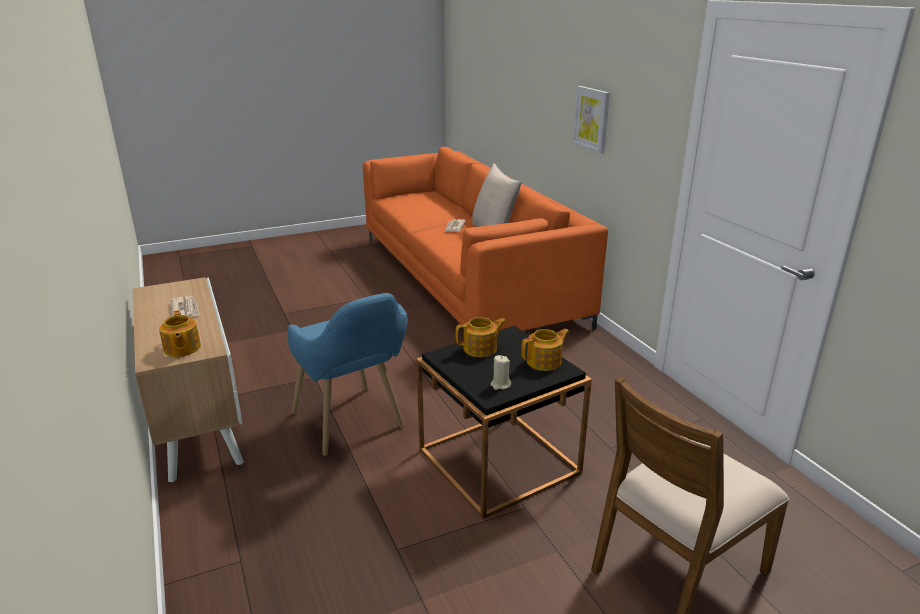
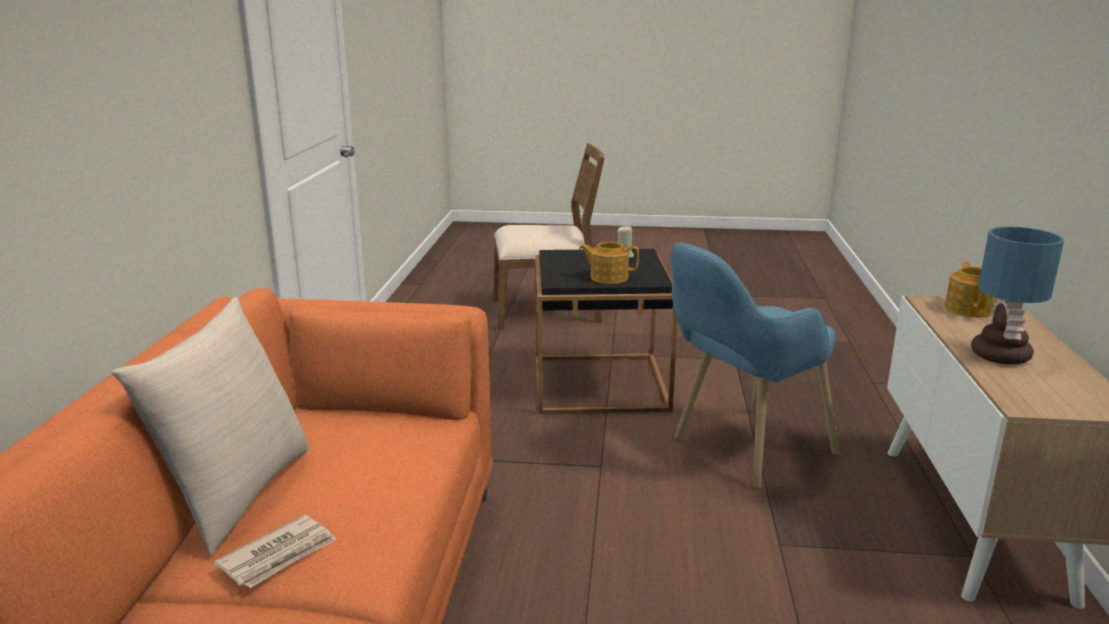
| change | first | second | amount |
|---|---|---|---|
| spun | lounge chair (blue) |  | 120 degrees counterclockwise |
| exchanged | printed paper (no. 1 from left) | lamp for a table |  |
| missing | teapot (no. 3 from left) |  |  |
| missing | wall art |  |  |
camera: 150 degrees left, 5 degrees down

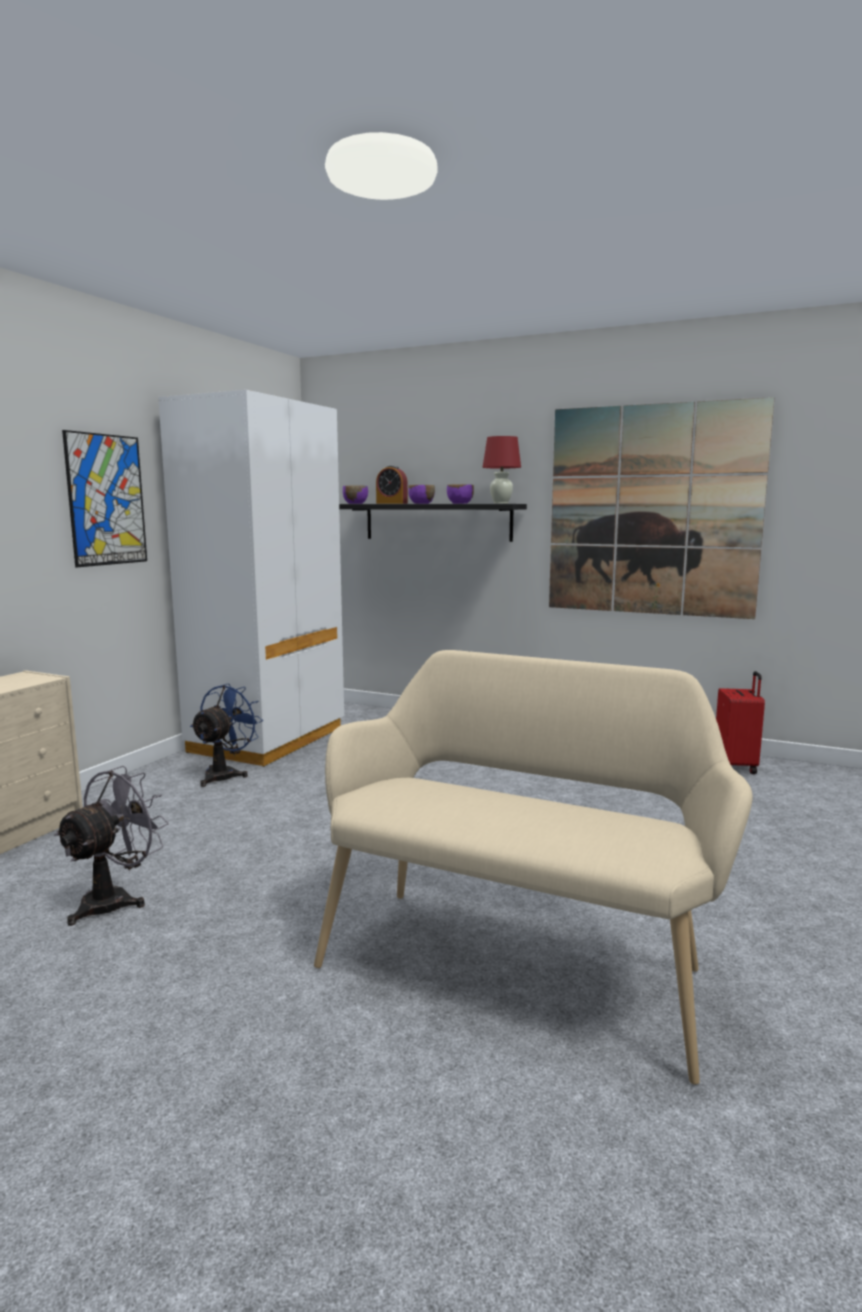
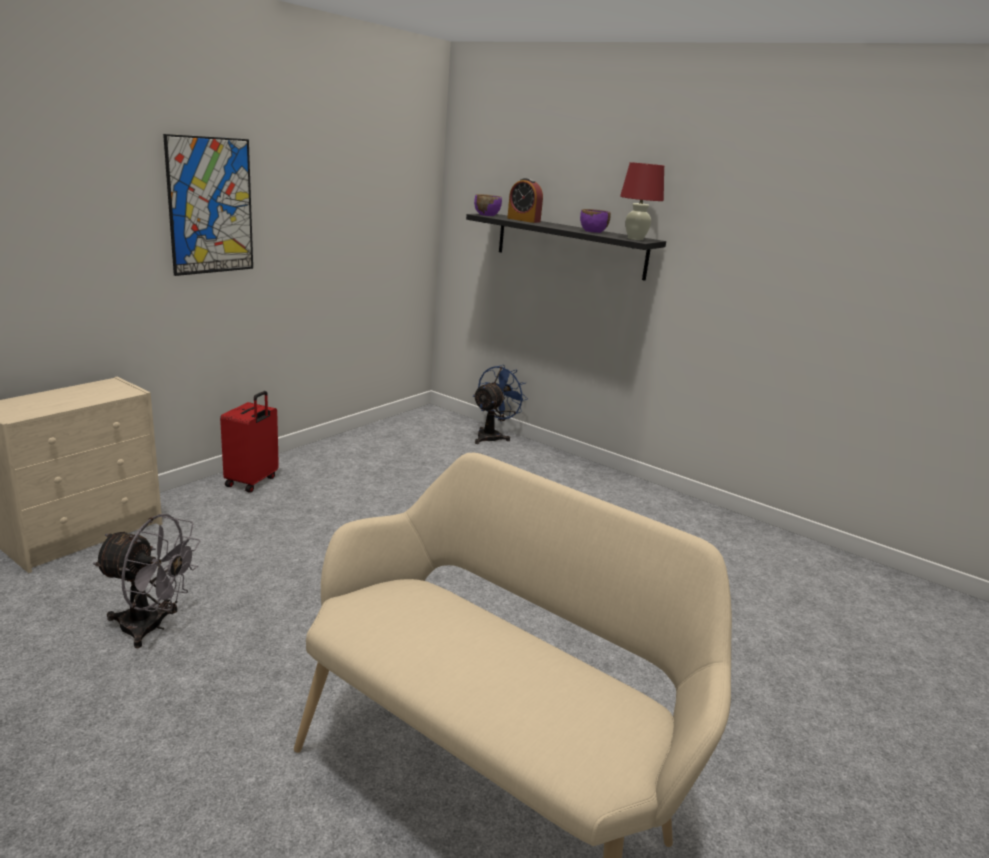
| change | first | second | amount |
|---|---|---|---|
| spun | electric fan (grey) |  | 60 degrees clockwise |
| relocated | suitcase (red-coloured) |  |  |
| relocated | electric fan (blue) |  |  |
| missing | clothes cupboard (whitish) |  |  |
| missing | serving bowl (purple) (no. 2 from left) |  |  |
| missing | wall art (no. 2 from left) |  |  |
camera: 10 degrees right, 10 degrees up

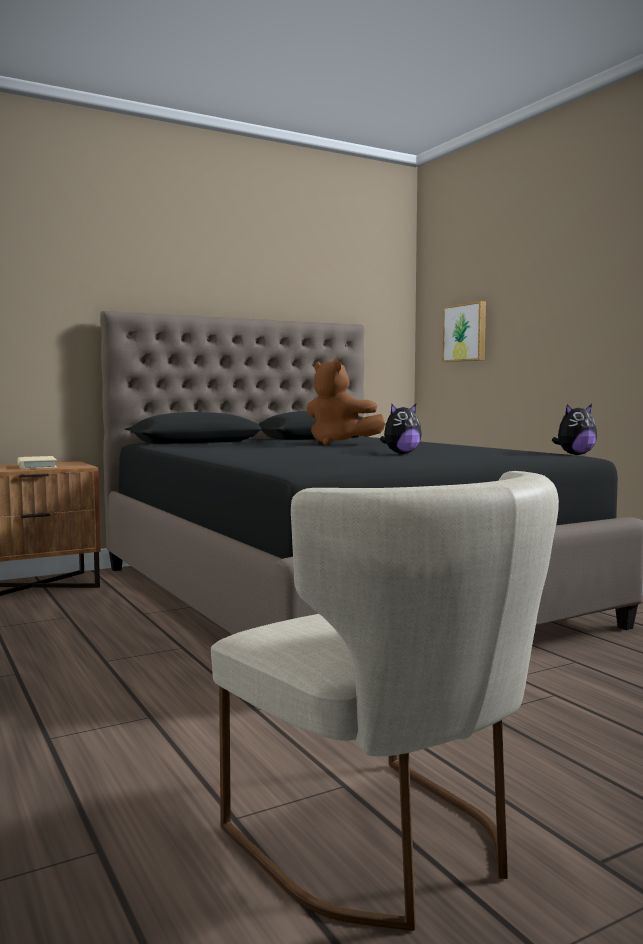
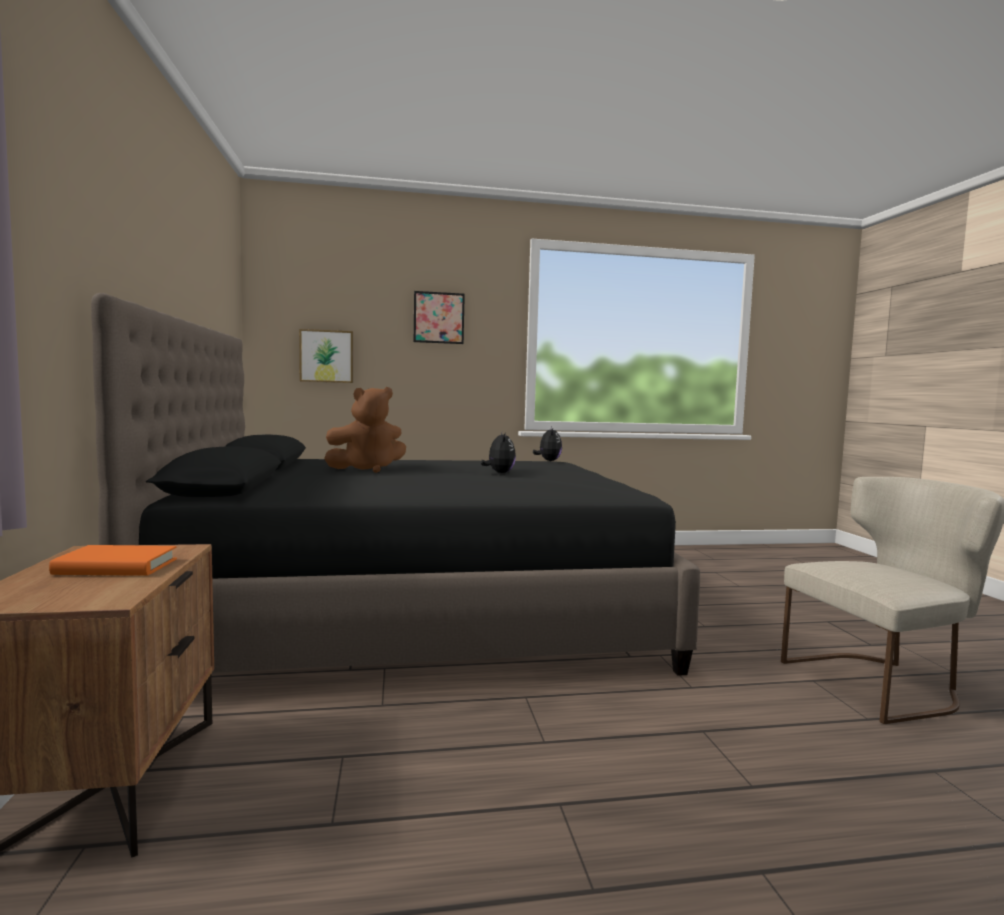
| change | first | second | amount |
|---|---|---|---|
| colour | volume (beige-coloured) | volume (orange) |  |
| appeared |  | wall art (no. 2 from left) |  |
camera: 70 degrees left, 0 degrees up

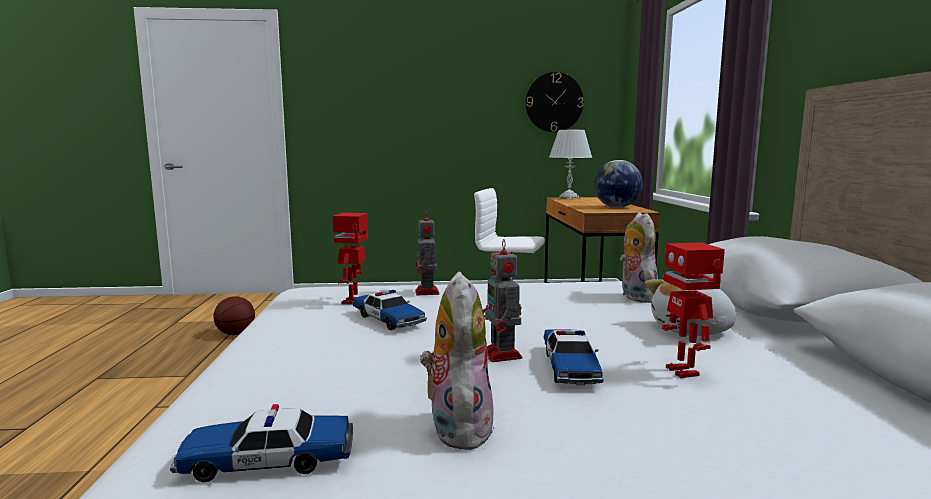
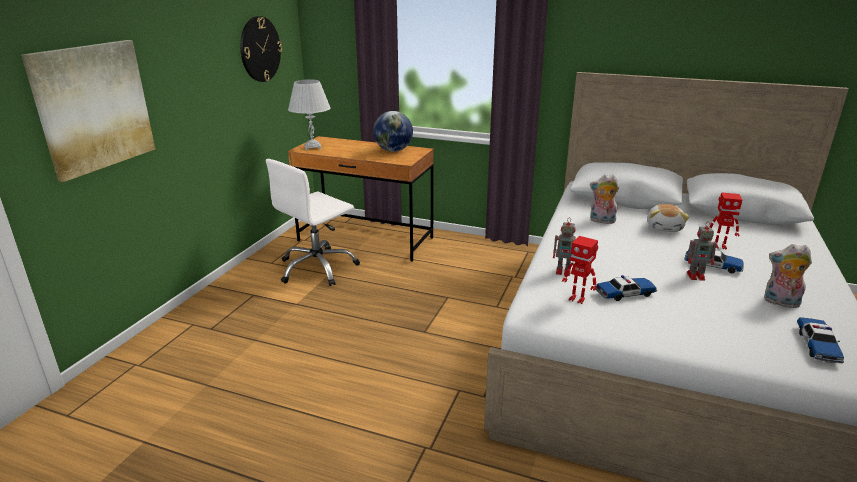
| change | first | second | amount |
|---|---|---|---|
| appeared |  | wall art |  |
| missing | ball for basketball |  |  |
camera: 65 degrees left, 15 degrees up

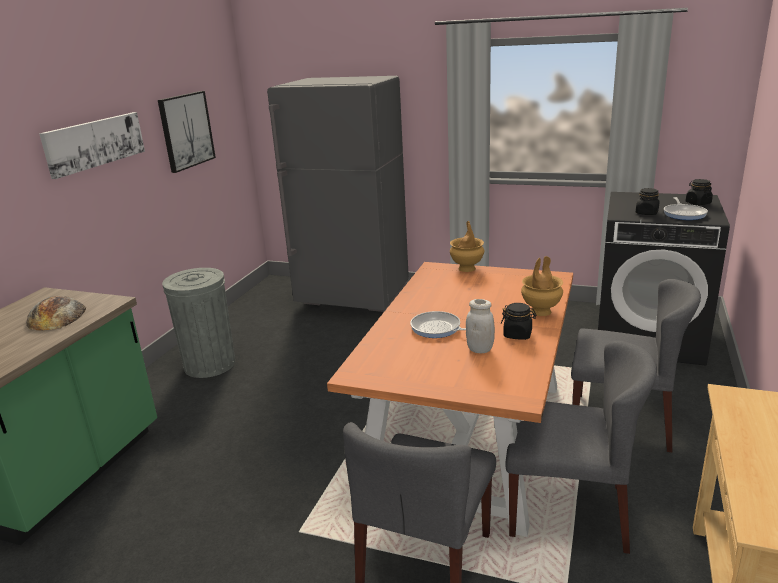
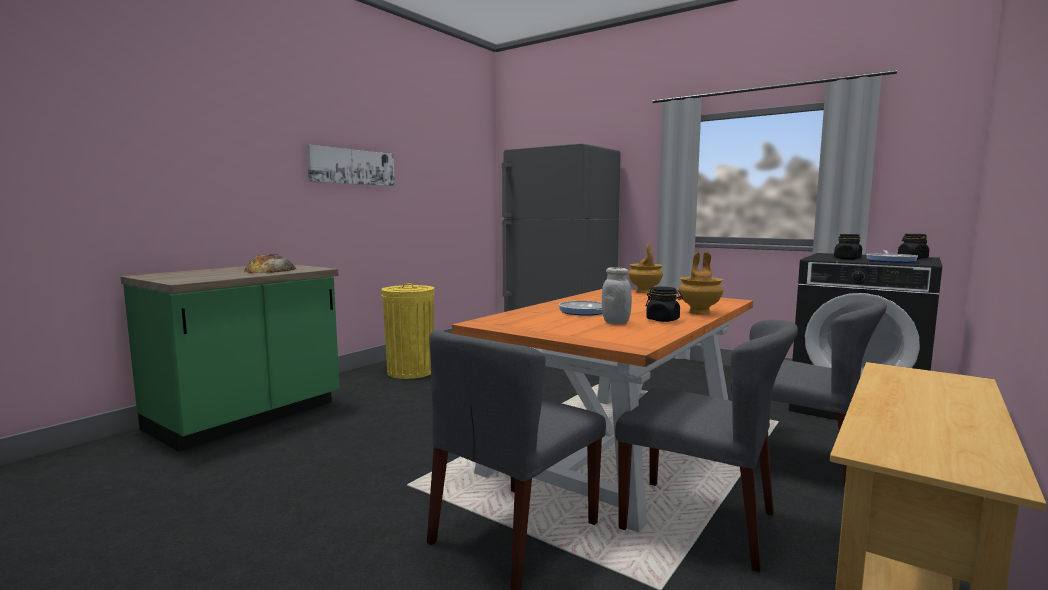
| change | first | second | amount |
|---|---|---|---|
| colour | rubbish bin (grey) | rubbish bin (yellowish) |  |
| missing | wall art (no. 2 from left) |  |  |
camera: 15 degrees right, 15 degrees down

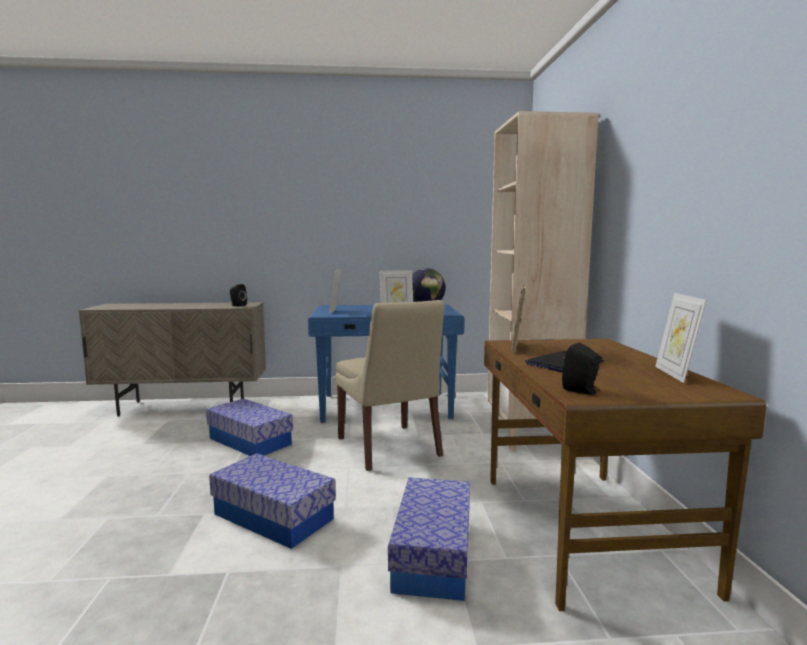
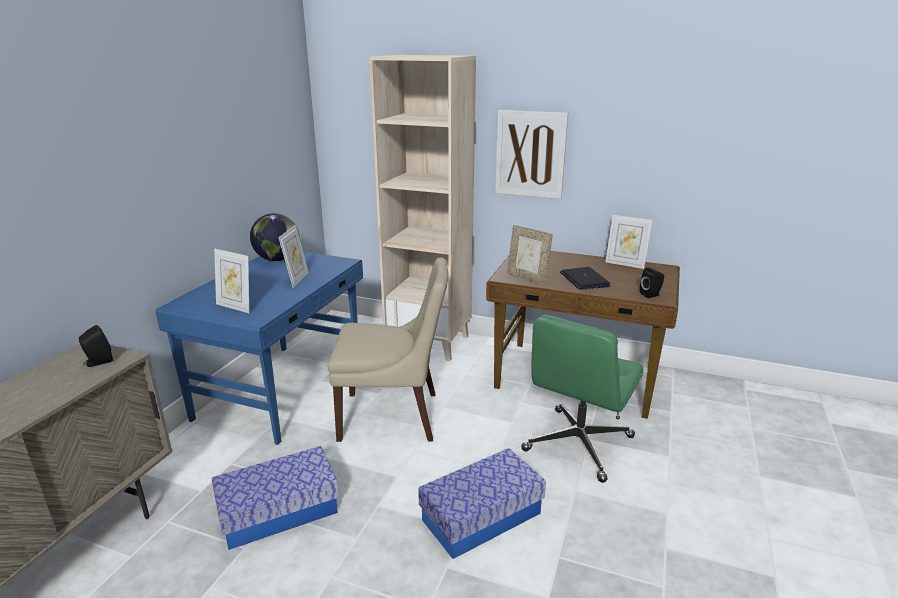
| change | first | second | amount |
|---|---|---|---|
| appeared |  | wall art |  |
| exchanged | storage bin (no. 3 from left) | computer chair (green-coloured) |  |
camera: 65 degrees left, 15 degrees up

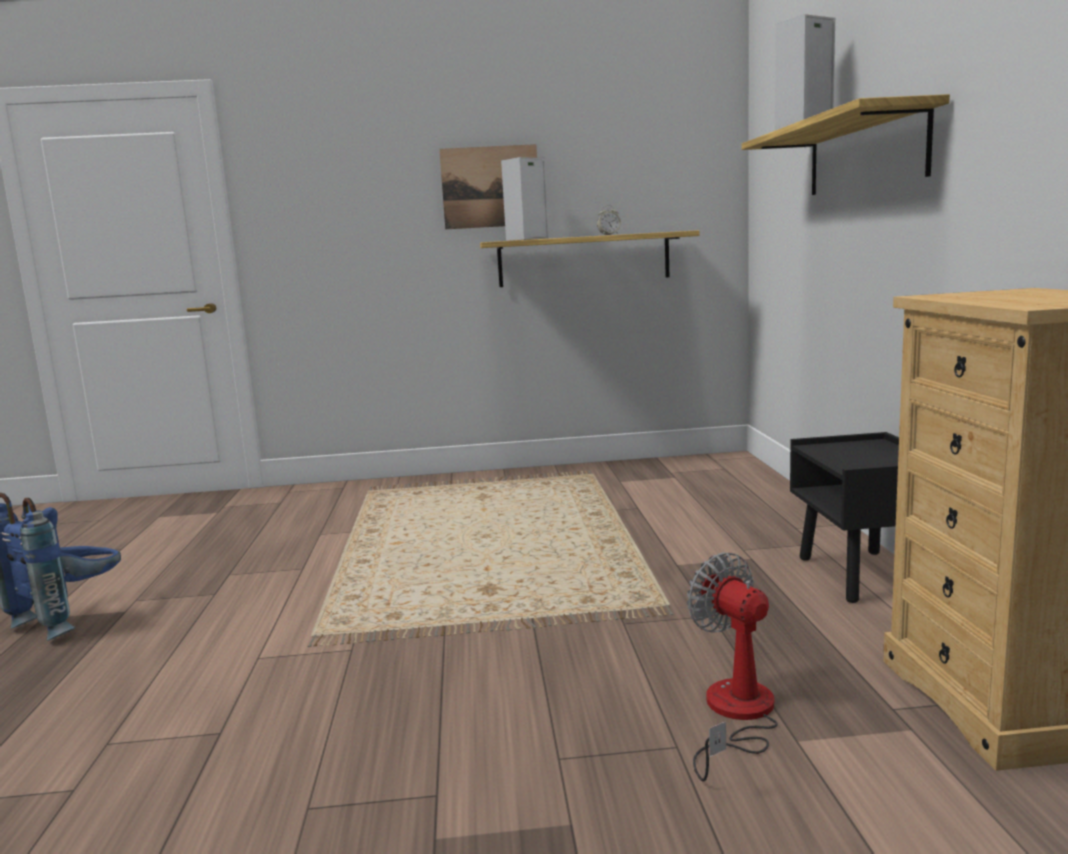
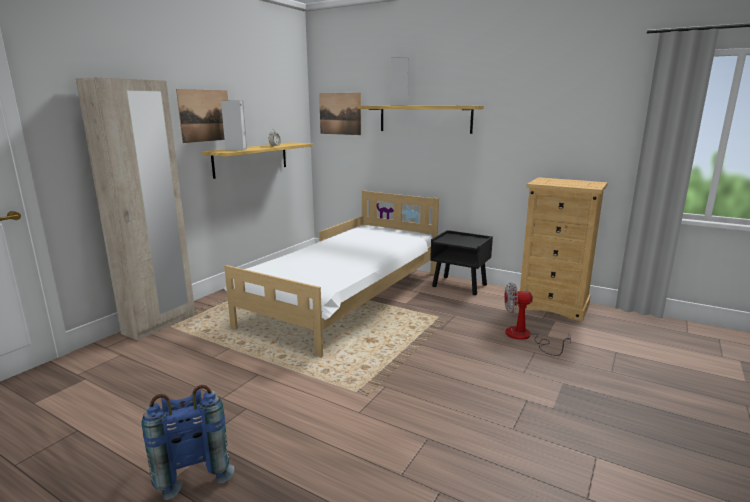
| change | first | second | amount |
|---|---|---|---|
| appeared |  | clothes cupboard (beige-coloured) |  |
| appeared |  | sleeping bed (whitish) |  |
| appeared |  | wall art (no. 2 from left) |  |
camera: 55 degrees left, 5 degrees up

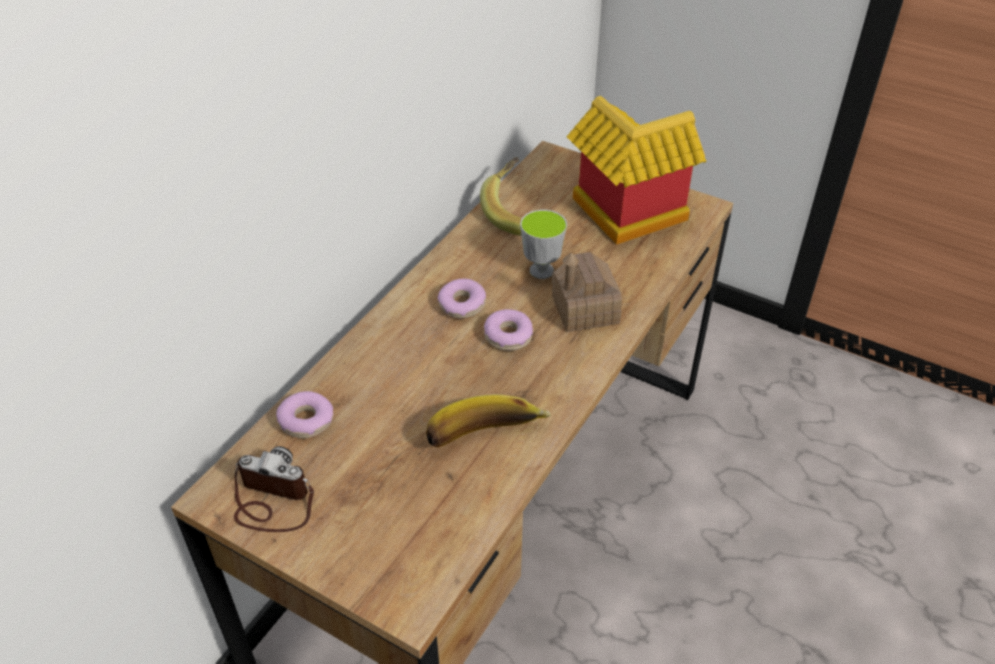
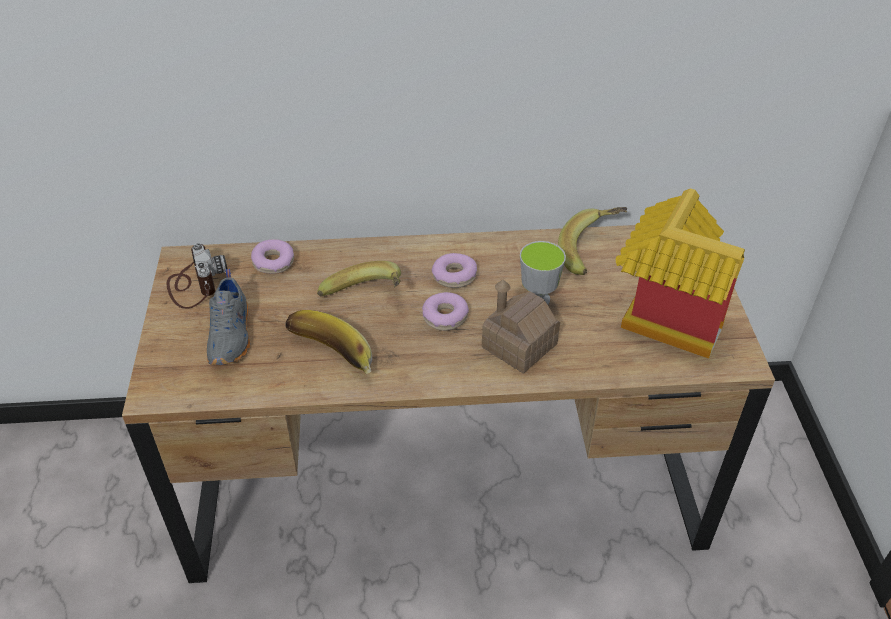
| change | first | second | amount |
|---|---|---|---|
| appeared |  | shoe (grey) |  |
| appeared |  | whole banana (no. 2 from left) |  |
camera: 55 degrees right, 0 degrees up

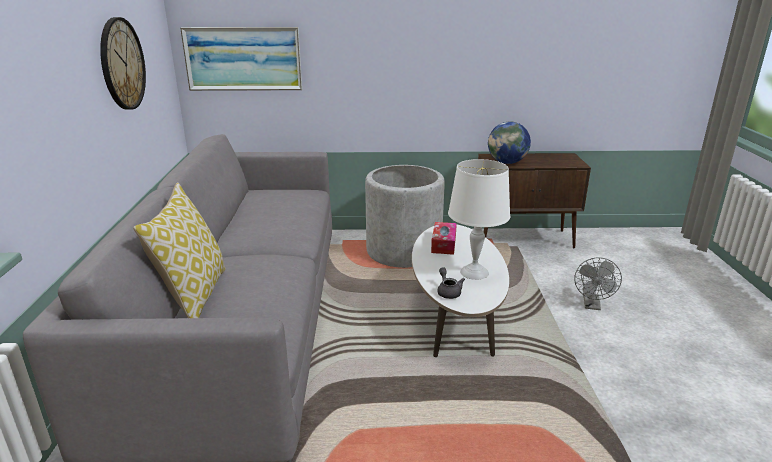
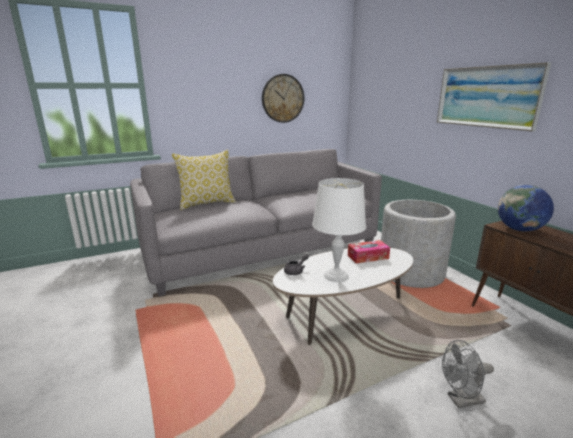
| change | first | second | amount |
|---|---|---|---|
| relocated | wall art |  |  |
camera: 65 degrees right, 5 degrees down

